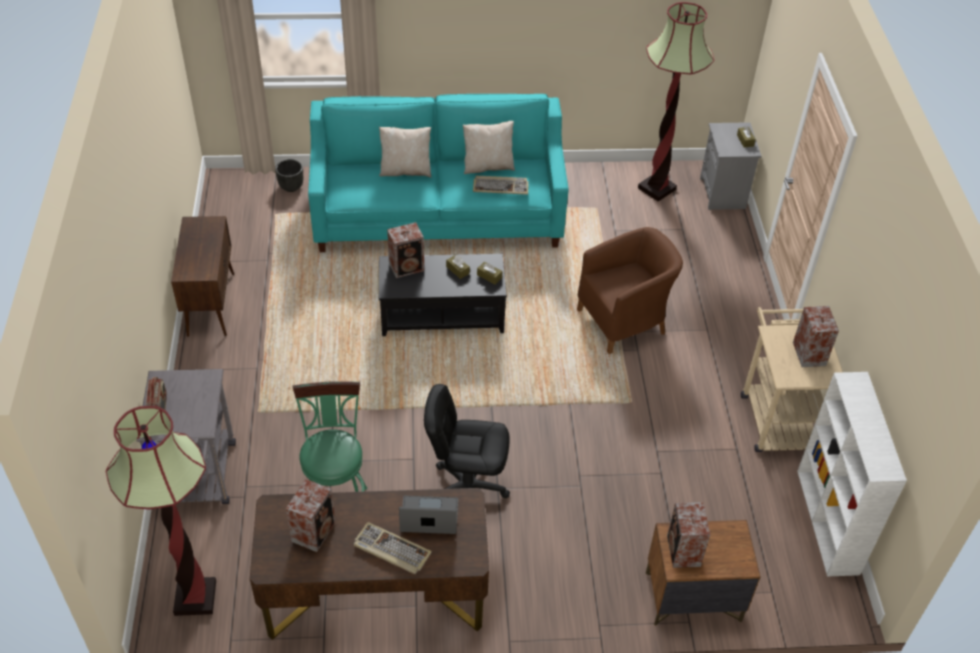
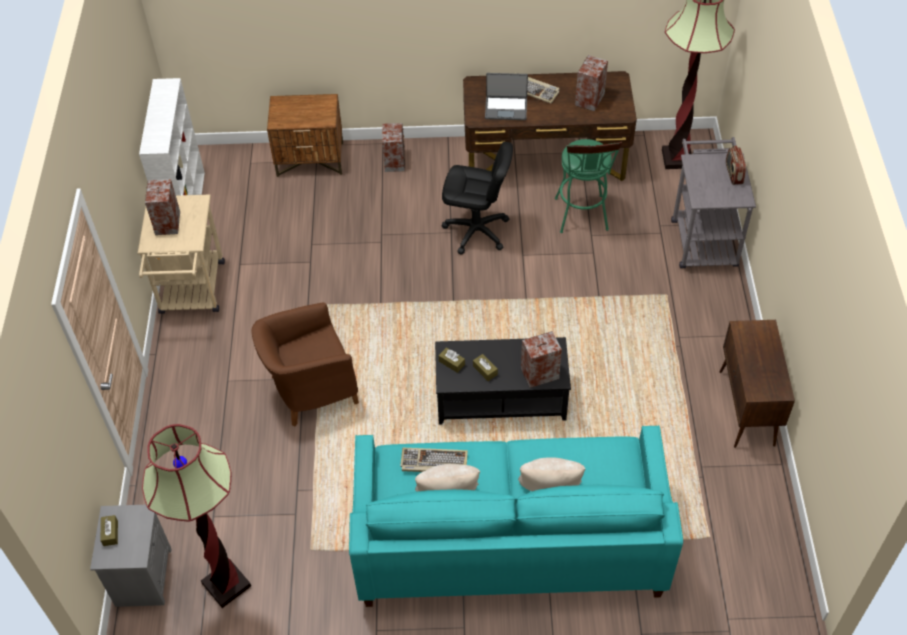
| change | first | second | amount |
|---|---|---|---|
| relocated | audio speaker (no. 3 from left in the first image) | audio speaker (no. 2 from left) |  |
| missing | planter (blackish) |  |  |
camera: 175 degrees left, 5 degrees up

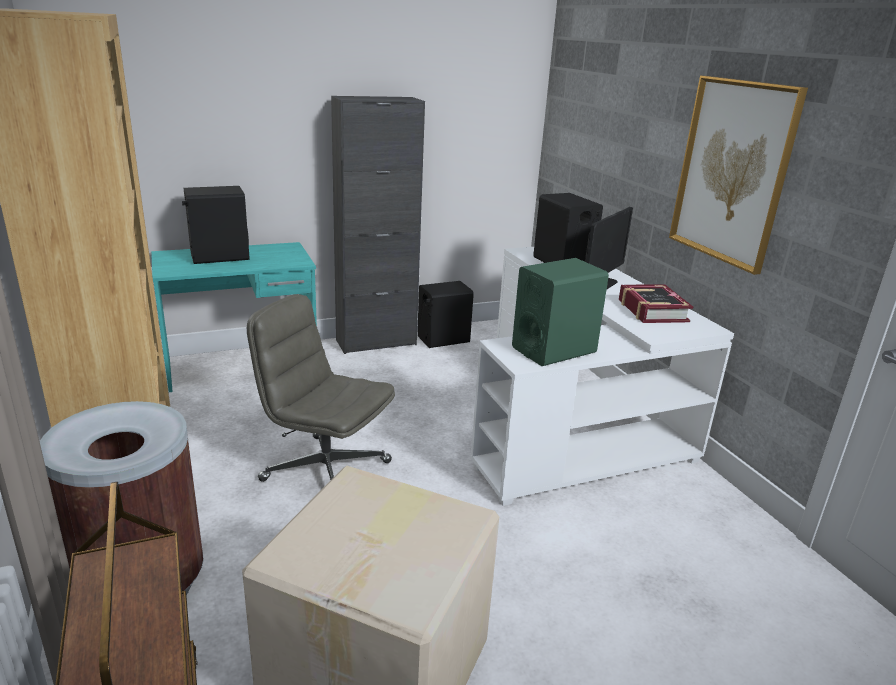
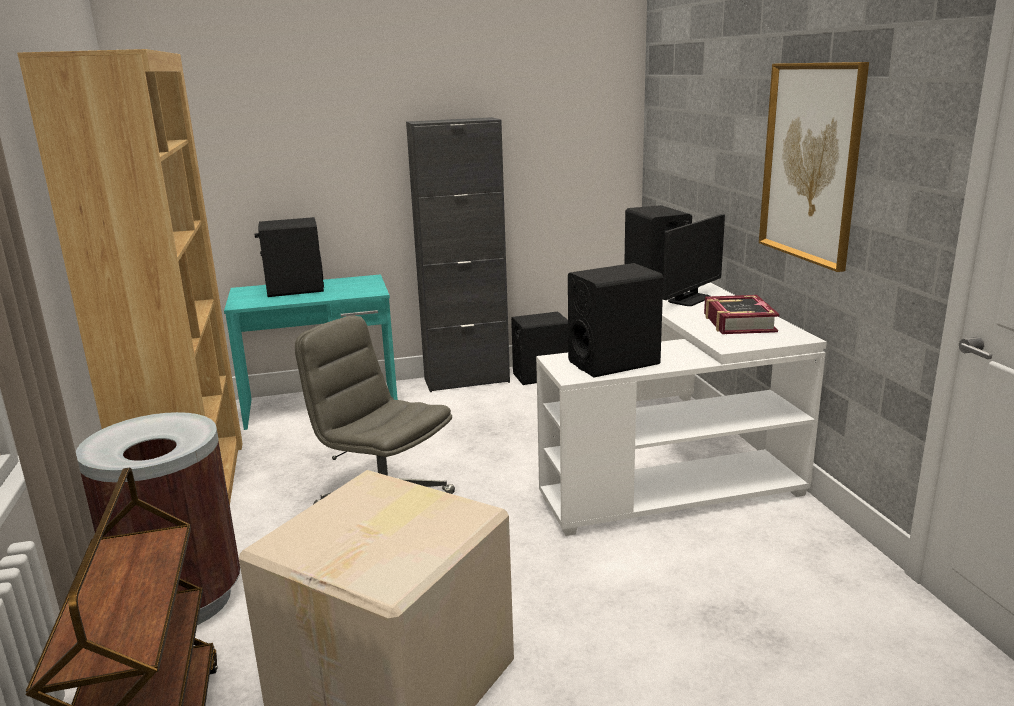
| change | first | second | amount |
|---|---|---|---|
| colour | audio speaker (green-coloured) | audio speaker (blackish) (no. 3 from left) |  |
camera: 10 degrees right, 5 degrees down

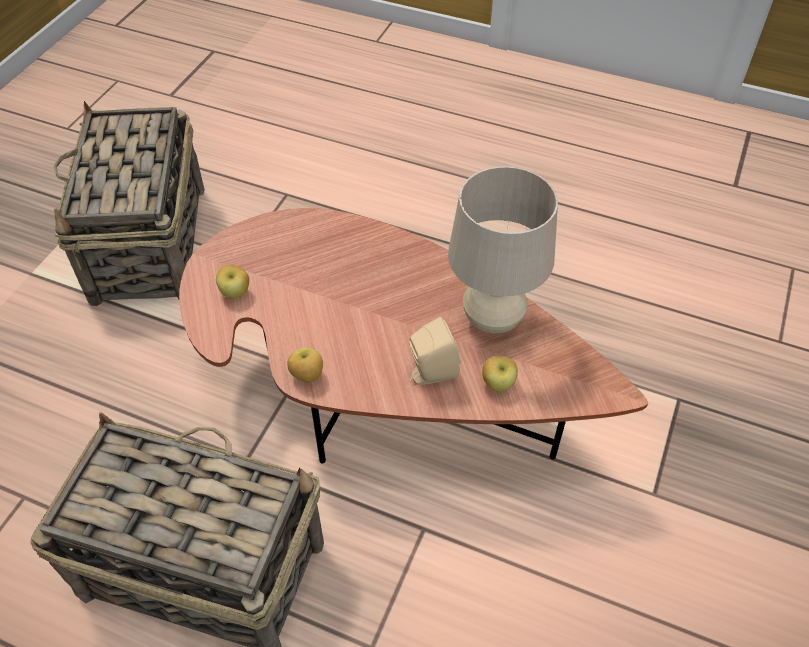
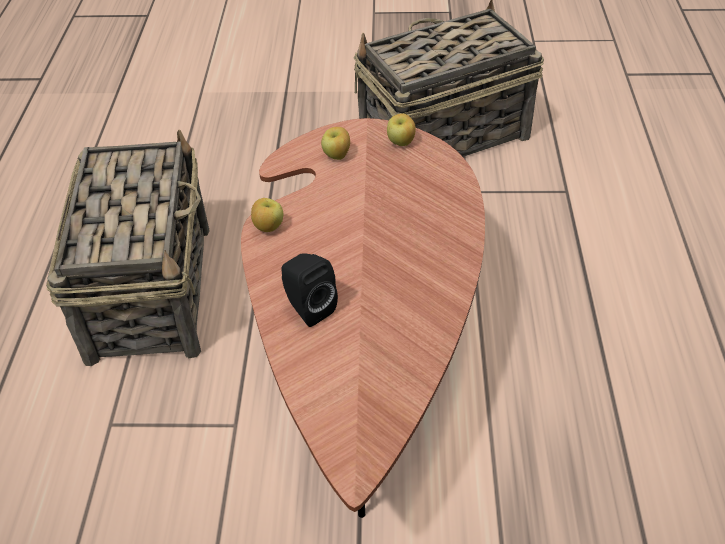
| change | first | second | amount |
|---|---|---|---|
| colour | audio speaker (beige-coloured) | audio speaker (blackish) |  |
| relocated | whole apple (no. 3 from left) |  |  |
| missing | lamp for a table (beige-coloured) |  |  |
camera: 70 degrees right, 5 degrees down

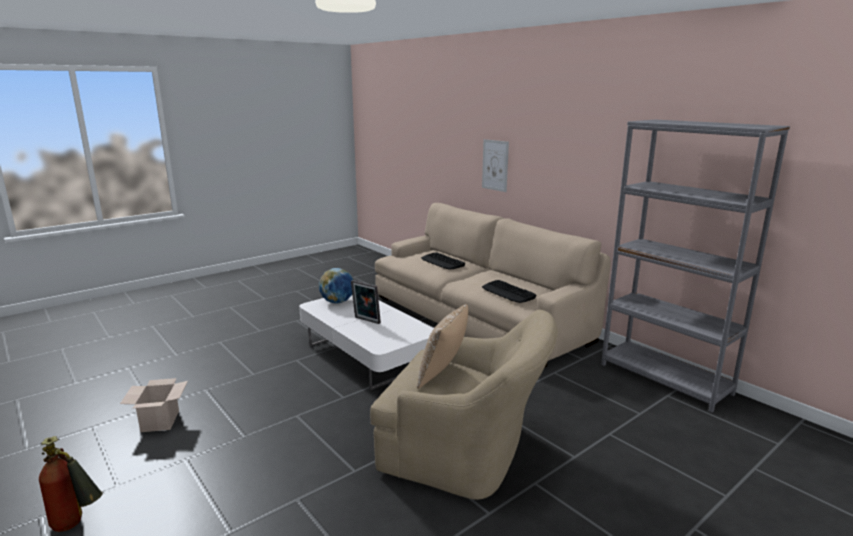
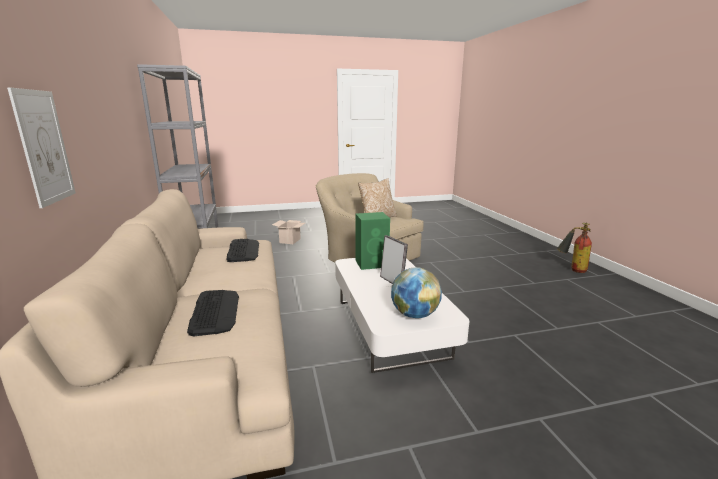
| change | first | second | amount |
|---|---|---|---|
| relocated | packing box |  |  |
| appeared |  | audio speaker (green-coloured) |  |
camera: 155 degrees left, 0 degrees up

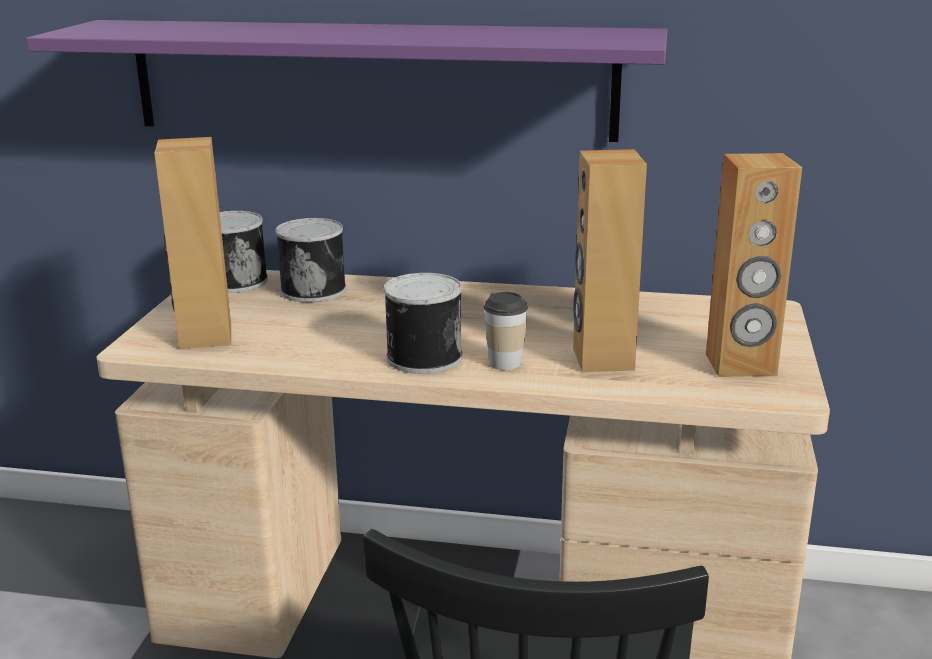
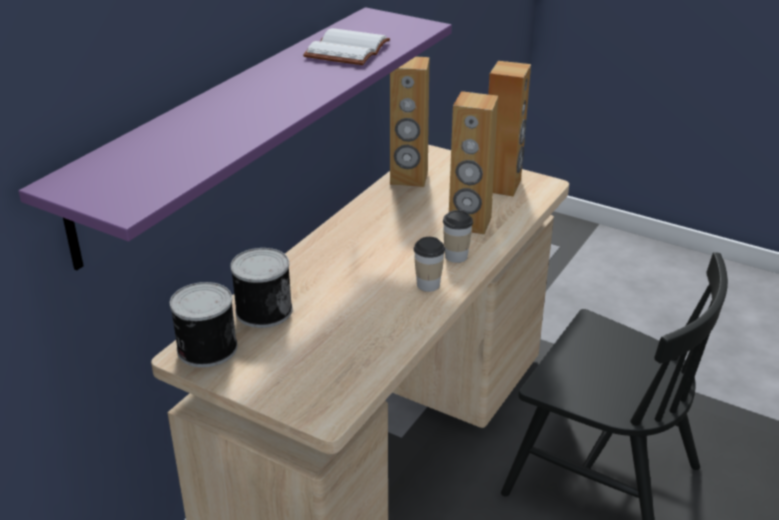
| change | first | second | amount |
|---|---|---|---|
| appeared |  | volume (whitish) |  |
| relocated | audio speaker (brownish) (no. 1 from left) |  |  |
| exchanged | sealed can (no. 3 from left) | cup (no. 1 from left) |  |
camera: 70 degrees left, 10 degrees up

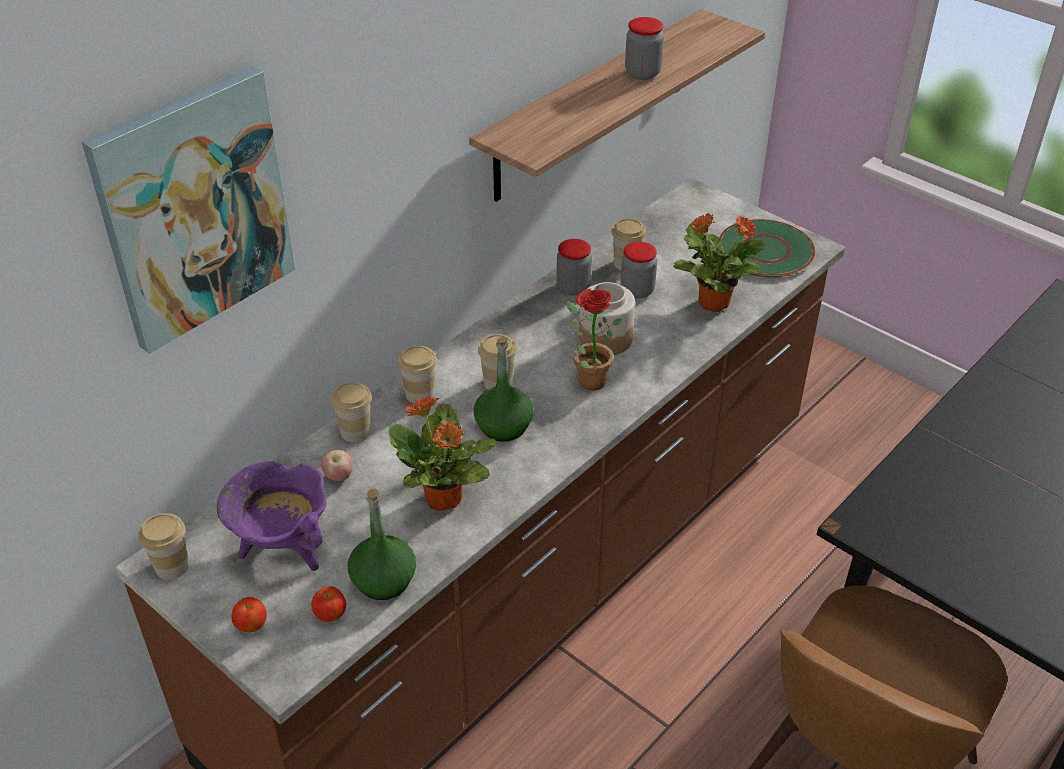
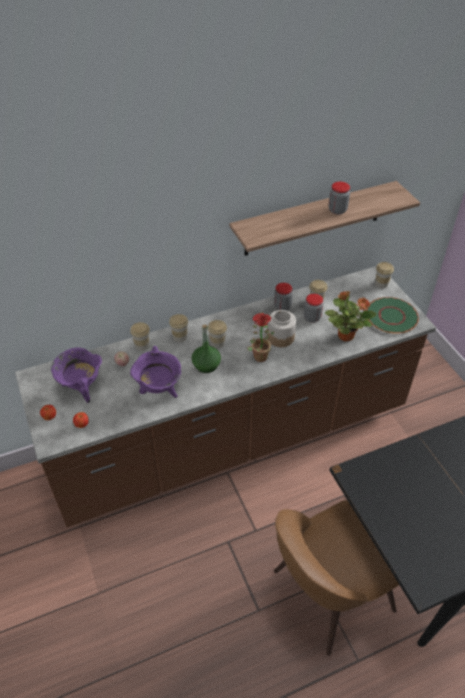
| change | first | second | amount |
|---|---|---|---|
| exchanged | potted plant (no. 1 from left) | saucepot (purple) (no. 2 from left) |  |
| relocated | cup (no. 1 from left in the first image) | cup (no. 5 from left) |  |
| missing | wall art |  |  |
| missing | beverage bottle (green-coloured) (no. 1 from left) |  |  |
camera: 25 degrees right, 5 degrees up

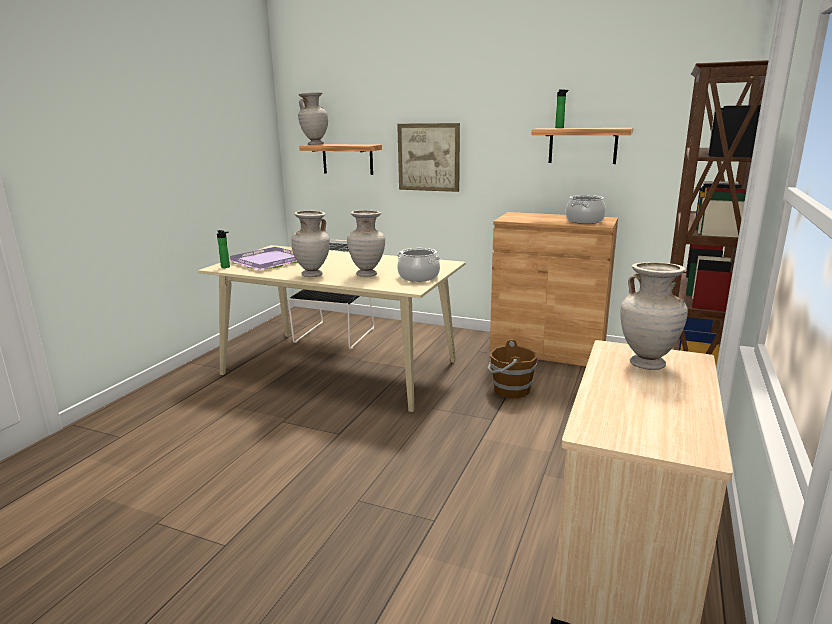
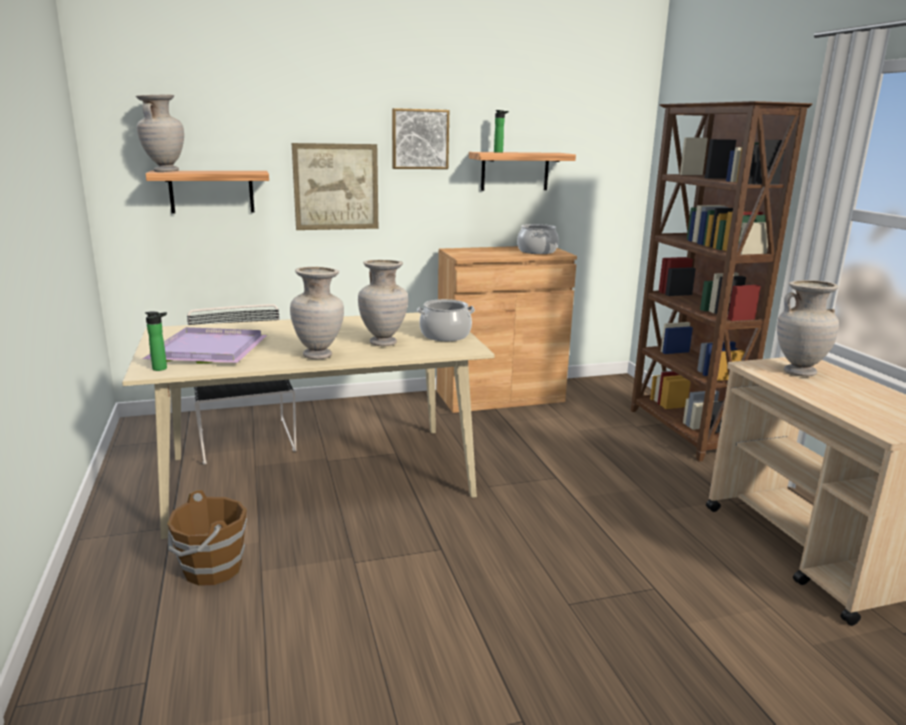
| change | first | second | amount |
|---|---|---|---|
| relocated | bucket (brownish) |  |  |
| appeared |  | wall art (no. 2 from left) |  |
camera: 40 degrees left, 0 degrees up

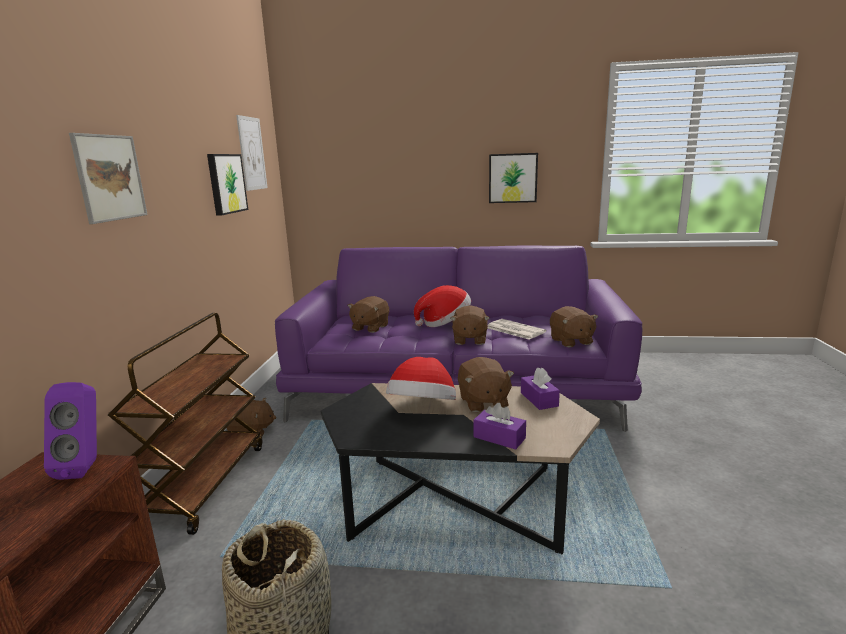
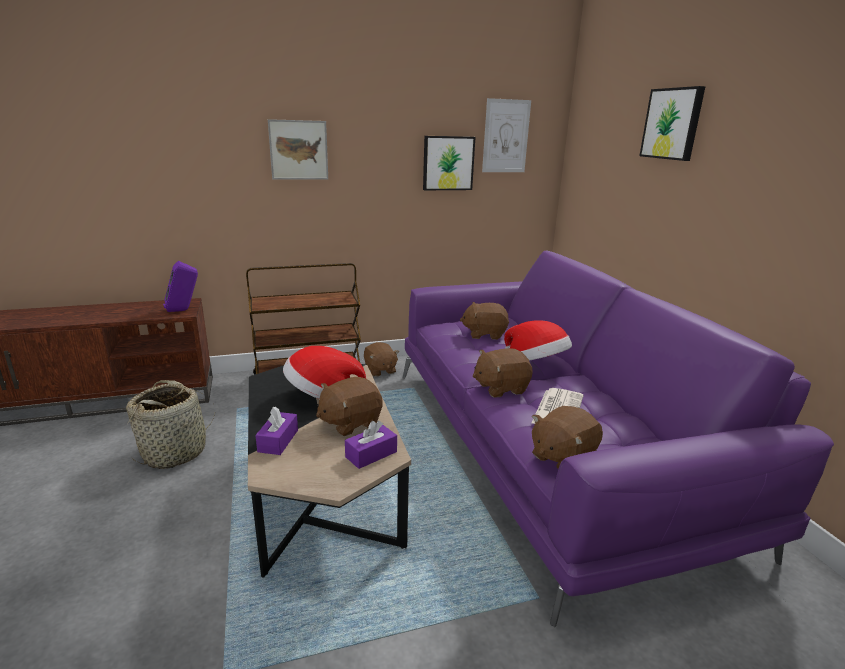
| change | first | second | amount |
|---|---|---|---|
| relocated | wall art (no. 4 from left) |  |  |
camera: 65 degrees right, 5 degrees up

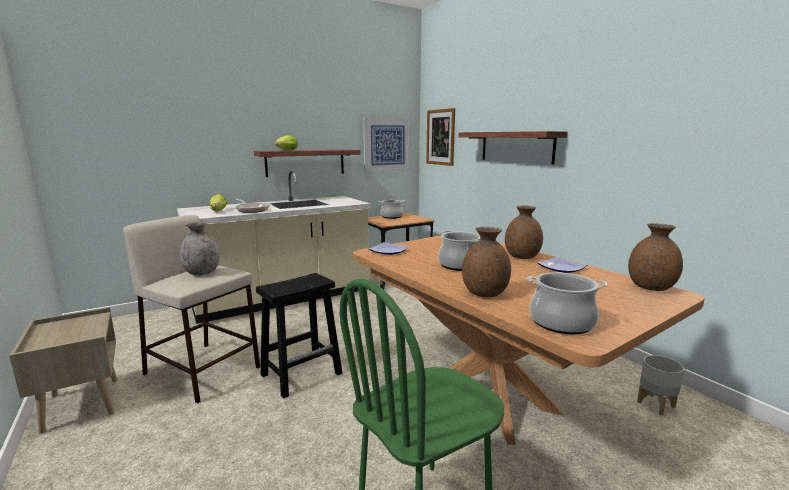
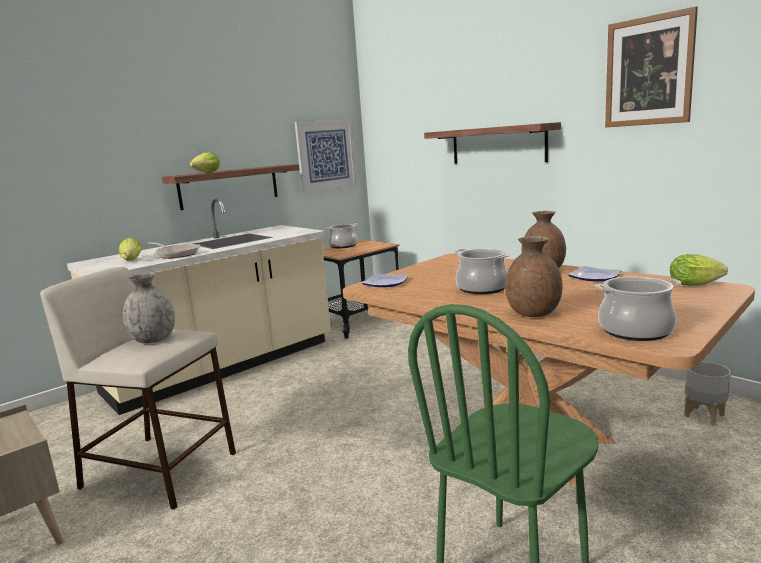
| change | first | second | amount |
|---|---|---|---|
| relocated | wall art (no. 2 from left) |  |  |
| exchanged | vase (brownish) (no. 3 from left) | lettuce (no. 3 from left) |  |
| missing | stool seat (blackish) |  |  |
camera: 10 degrees left, 0 degrees up

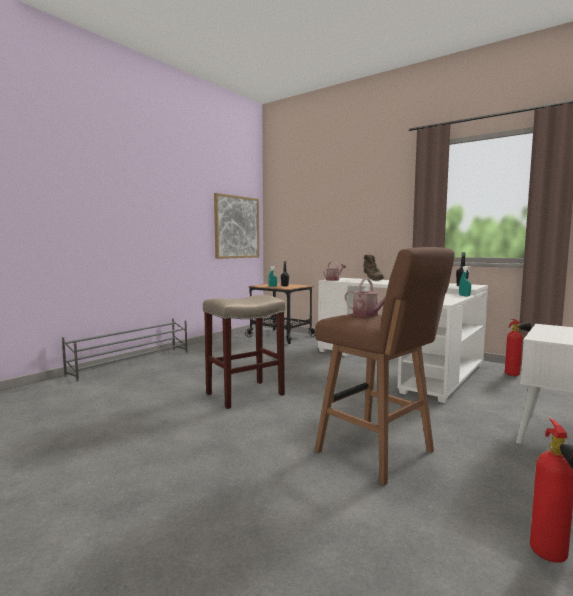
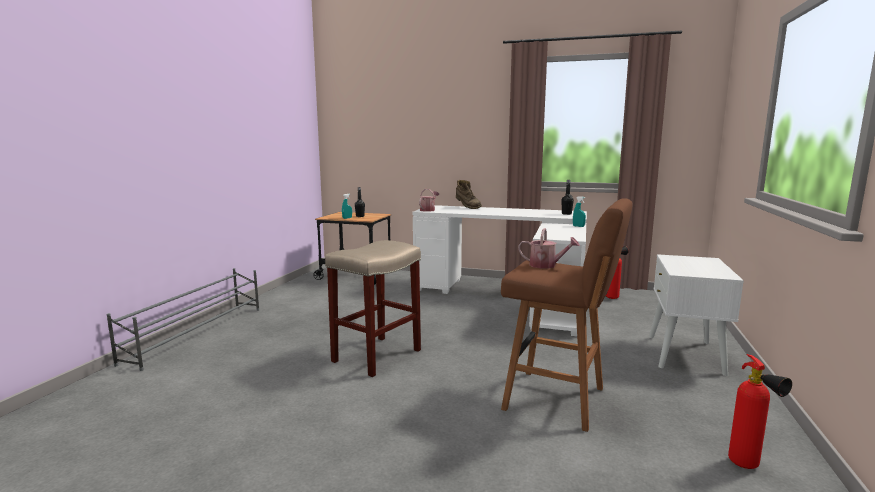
| change | first | second | amount |
|---|---|---|---|
| missing | wall art |  |  |
camera: 20 degrees left, 5 degrees up

